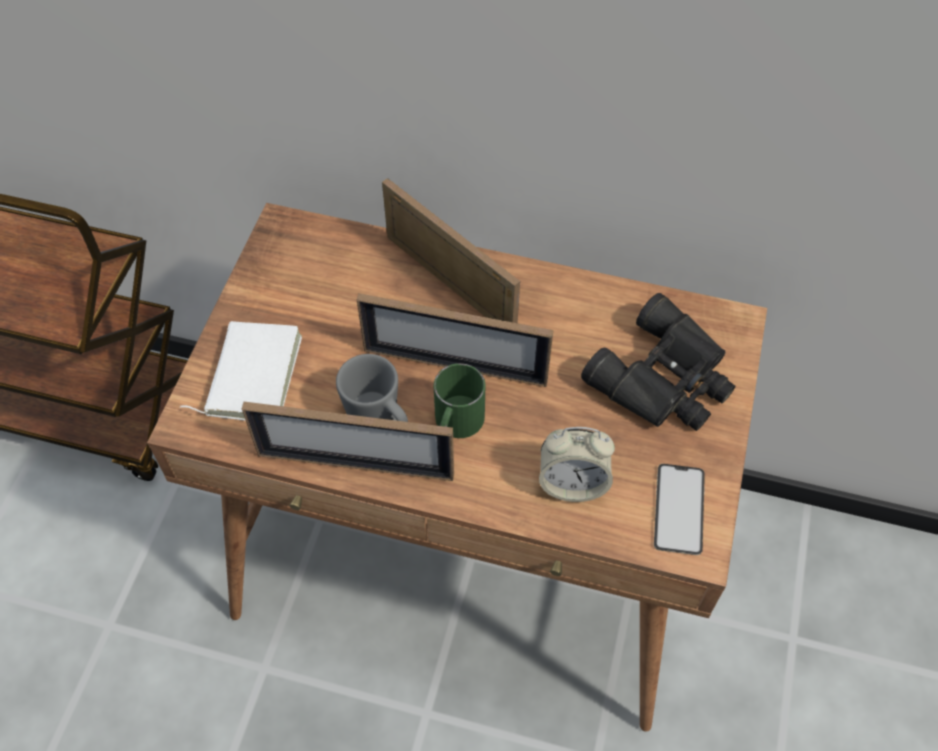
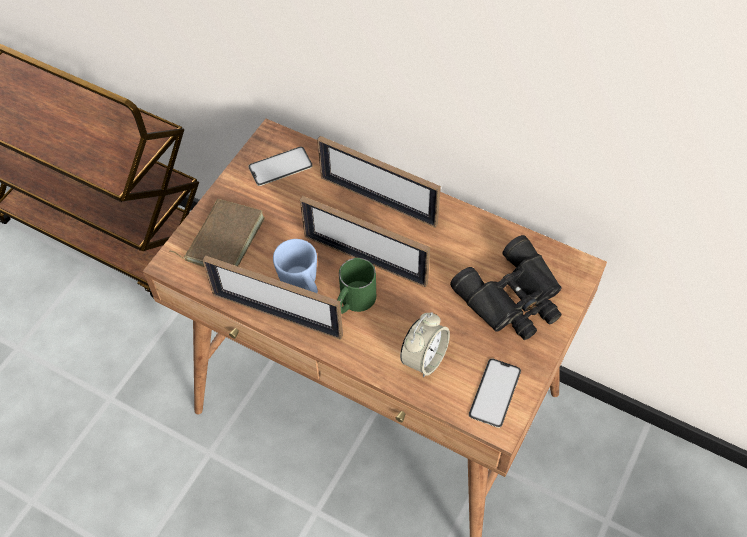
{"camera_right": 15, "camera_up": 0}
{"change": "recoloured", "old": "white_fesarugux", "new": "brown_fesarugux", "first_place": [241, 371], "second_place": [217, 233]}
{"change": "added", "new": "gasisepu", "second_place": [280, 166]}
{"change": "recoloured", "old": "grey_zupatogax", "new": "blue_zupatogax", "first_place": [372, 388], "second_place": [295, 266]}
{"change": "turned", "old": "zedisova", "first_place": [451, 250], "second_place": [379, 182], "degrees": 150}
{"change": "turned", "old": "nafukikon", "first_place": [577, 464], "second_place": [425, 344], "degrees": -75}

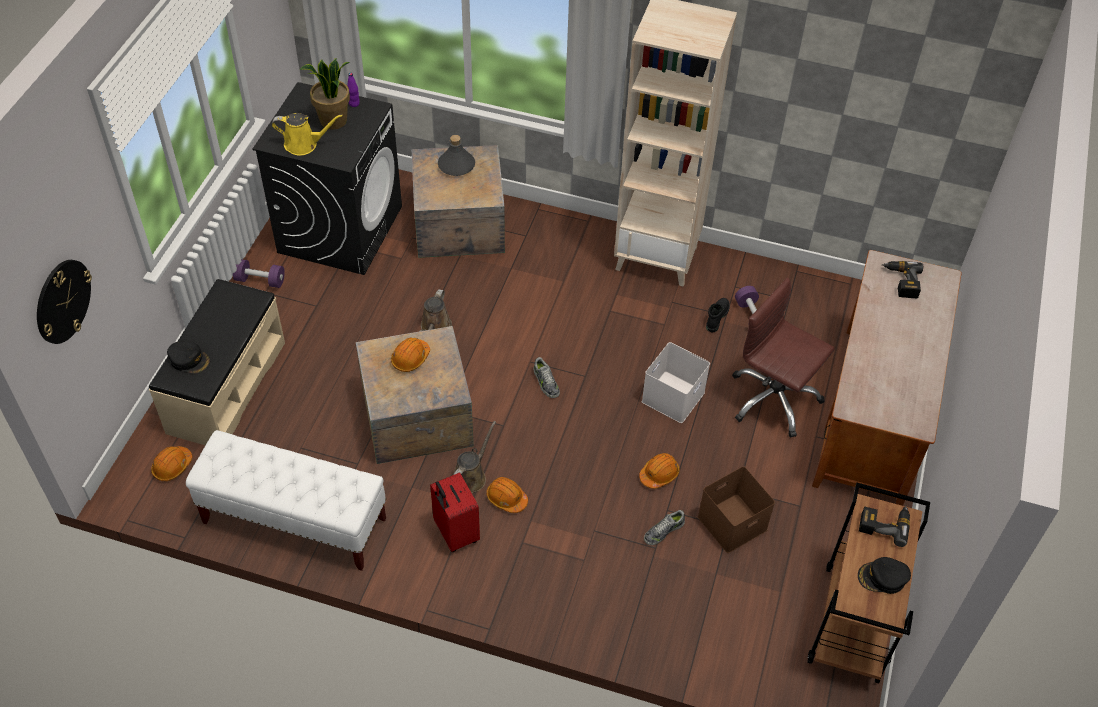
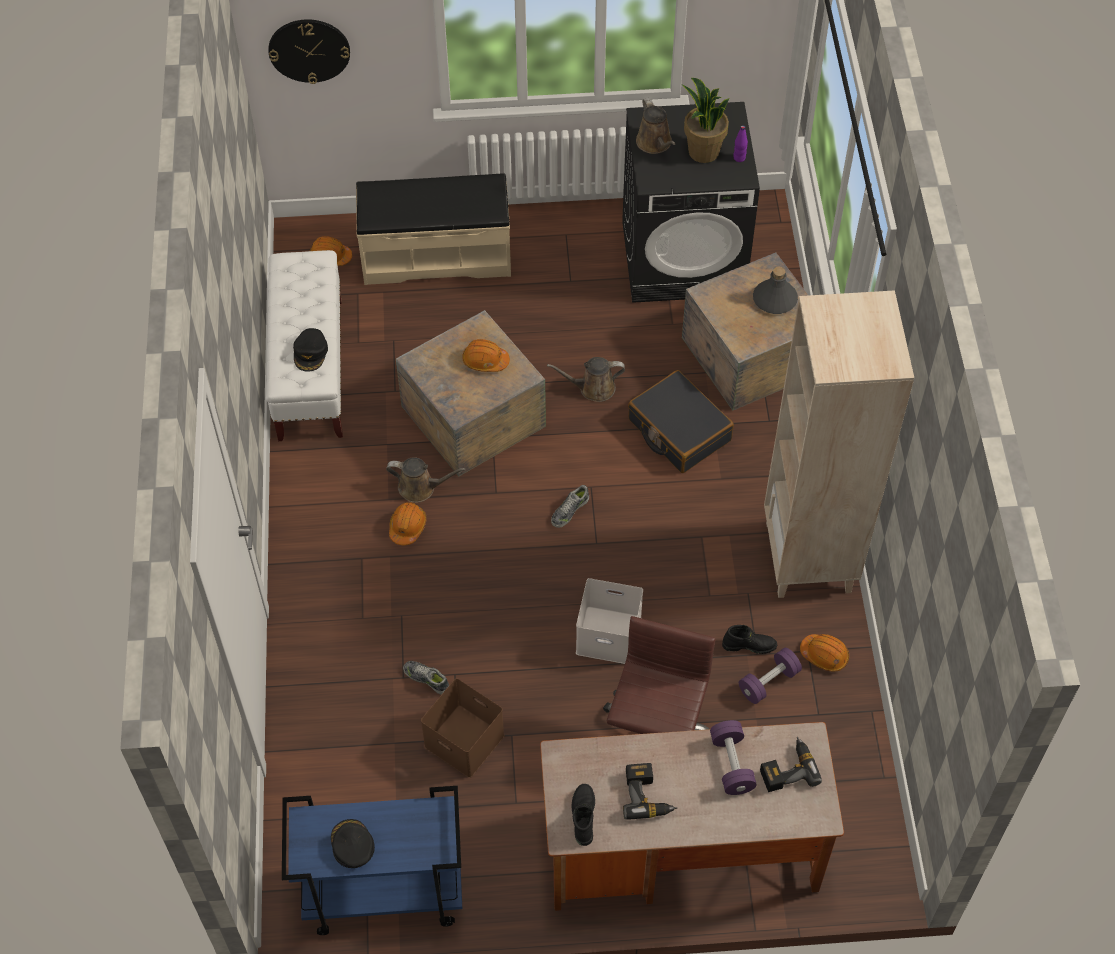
{"camera_right": 70, "camera_up": 5}
{"change": "recoloured", "old": "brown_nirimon", "new": "blue_nirimon", "first_place": [868, 583], "second_place": [372, 860]}
{"change": "moved", "old": "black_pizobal", "first_place": [188, 358], "second_place": [310, 350]}
{"change": "added", "new": "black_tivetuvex", "second_place": [583, 815]}
{"change": "moved", "old": "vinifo", "first_place": [884, 526], "second_place": [650, 791]}
{"change": "added", "new": "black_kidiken", "second_place": [681, 421]}
{"change": "recoloured", "old": "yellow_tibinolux", "new": "brown_tibinolux", "first_place": [307, 134], "second_place": [655, 126]}
{"change": "moved", "old": "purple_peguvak", "first_place": [259, 273], "second_place": [733, 757]}
{"change": "moved", "old": "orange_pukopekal", "first_place": [659, 471], "second_place": [824, 652]}
{"change": "removed", "old": "red_kidiken", "first_place": [455, 512]}

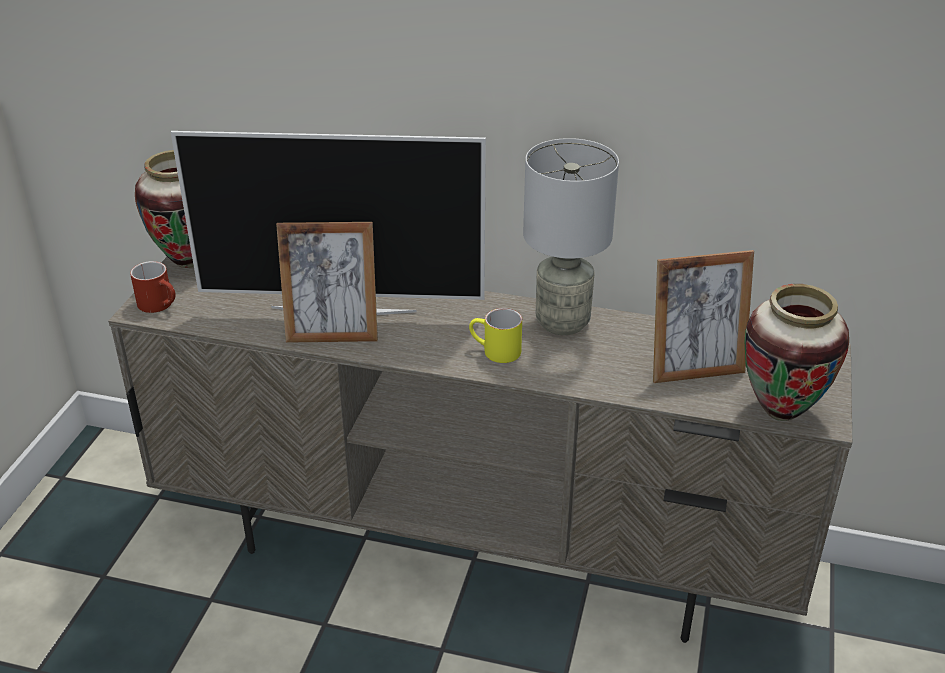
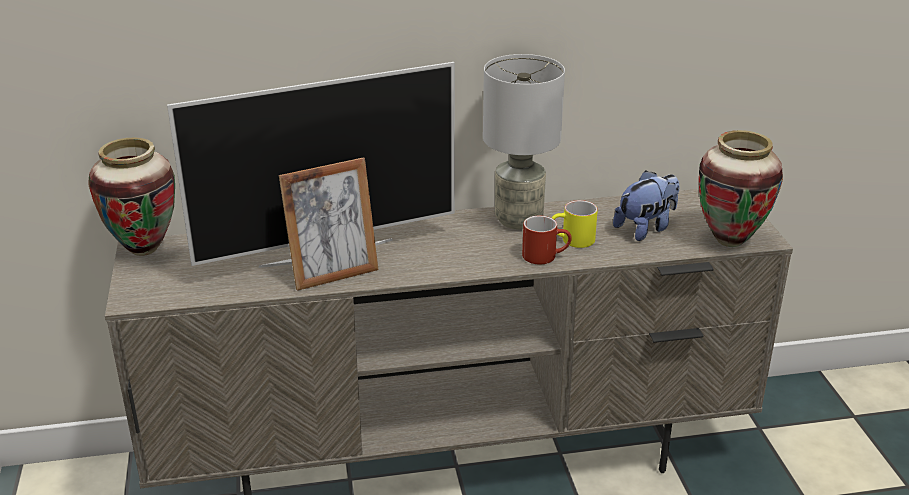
{"camera_right": -25, "camera_up": -5}
{"change": "moved", "old": "red_zupatogax", "first_place": [152, 287], "second_place": [547, 240]}
{"change": "moved", "old": "yellow_zupatogax", "first_place": [495, 335], "second_place": [575, 224]}
{"change": "replaced", "old": "zedisova", "new": "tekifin", "first_place": [703, 316], "second_place": [646, 205]}

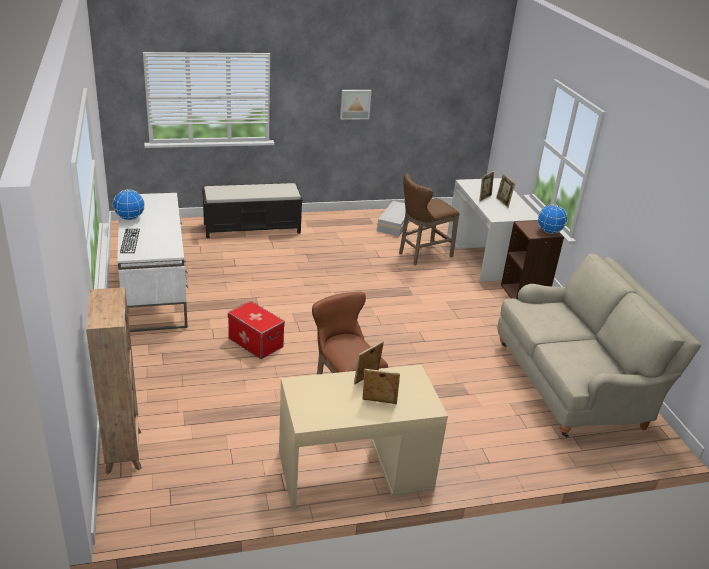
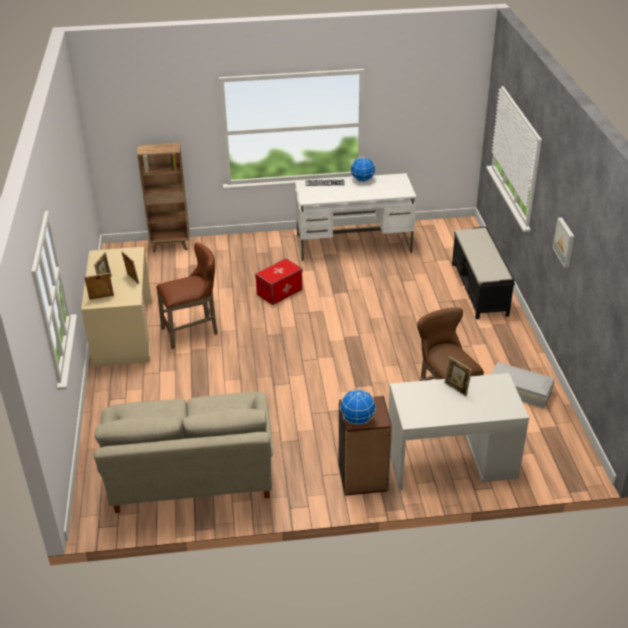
{"camera_right": 100, "camera_up": 5}
{"change": "moved", "old": "zedisova", "first_place": [505, 191], "second_place": [99, 286]}

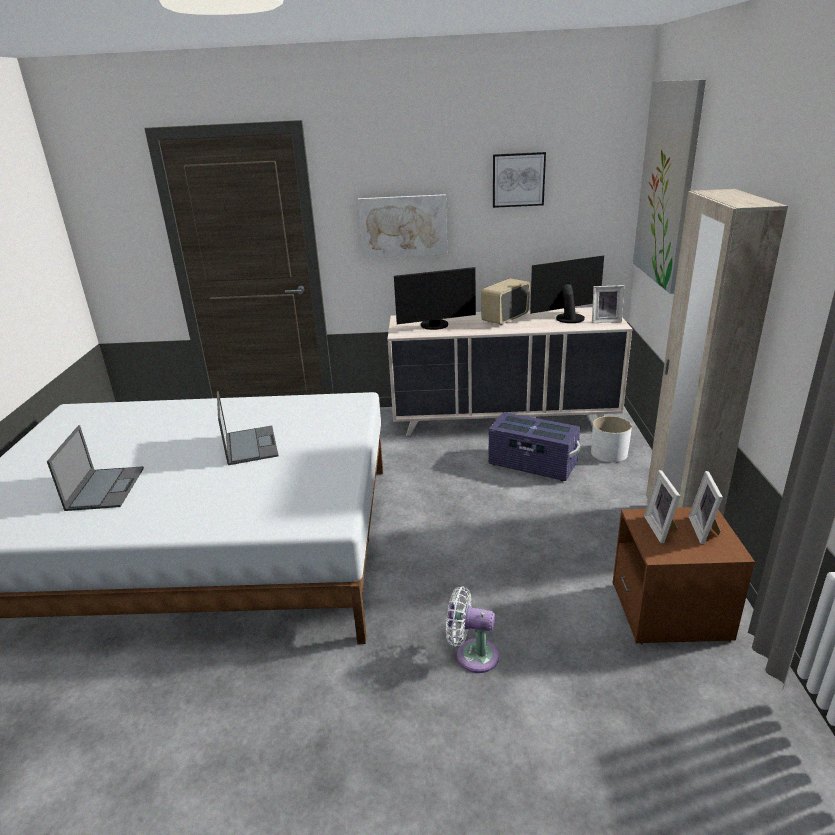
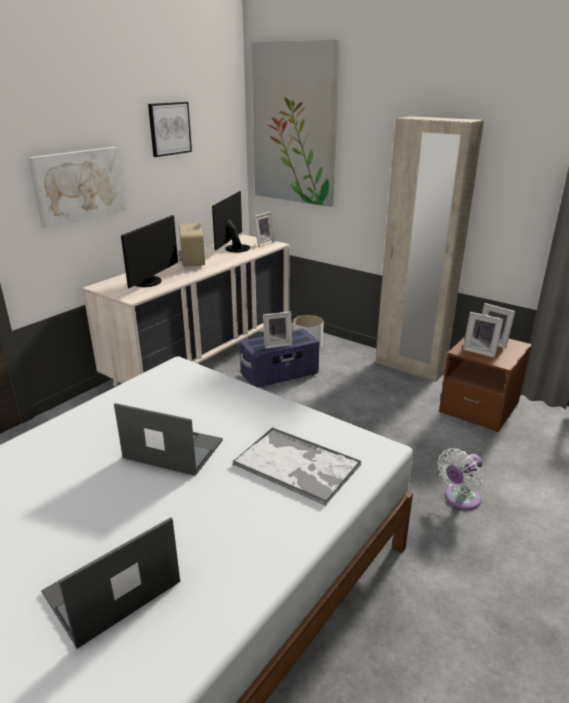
{"camera_right": -55, "camera_up": 0}
{"change": "turned", "old": "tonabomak", "first_place": [95, 468], "second_place": [110, 583], "degrees": -75}
{"change": "added", "new": "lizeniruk", "second_place": [297, 466]}
{"change": "added", "new": "zedisova", "second_place": [277, 330]}

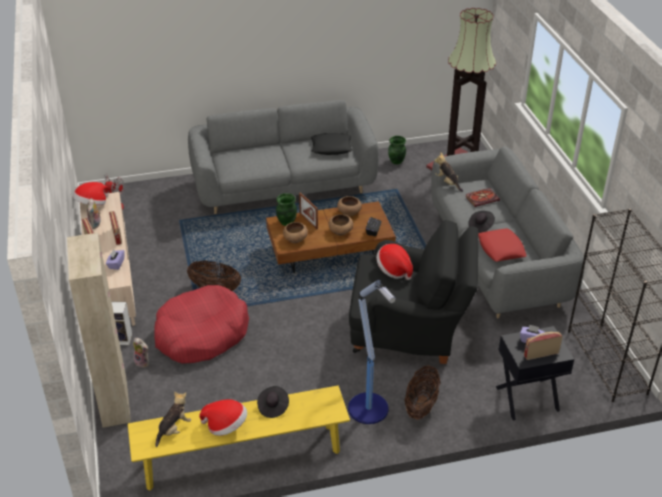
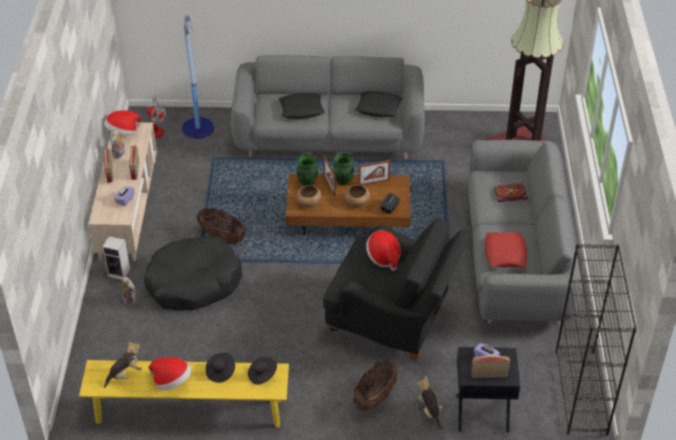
{"camera_right": 15, "camera_up": 5}
{"change": "recoloured", "old": "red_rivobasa", "new": "black_rivobasa", "first_place": [201, 324], "second_place": [193, 273]}
{"change": "moved", "old": "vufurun", "first_place": [372, 352], "second_place": [198, 76]}
{"change": "moved", "old": "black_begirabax", "first_place": [481, 222], "second_place": [262, 371]}
{"change": "added", "new": "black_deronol", "second_place": [302, 106]}
{"change": "moved", "old": "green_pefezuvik", "first_place": [397, 150], "second_place": [343, 168]}
{"change": "replaced", "old": "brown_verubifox", "new": "zedisova", "first_place": [349, 206], "second_place": [374, 172]}
{"change": "moved", "old": "tekifin", "first_place": [448, 172], "second_place": [430, 402]}
{"change": "removed", "old": "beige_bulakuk", "first_place": [99, 330]}

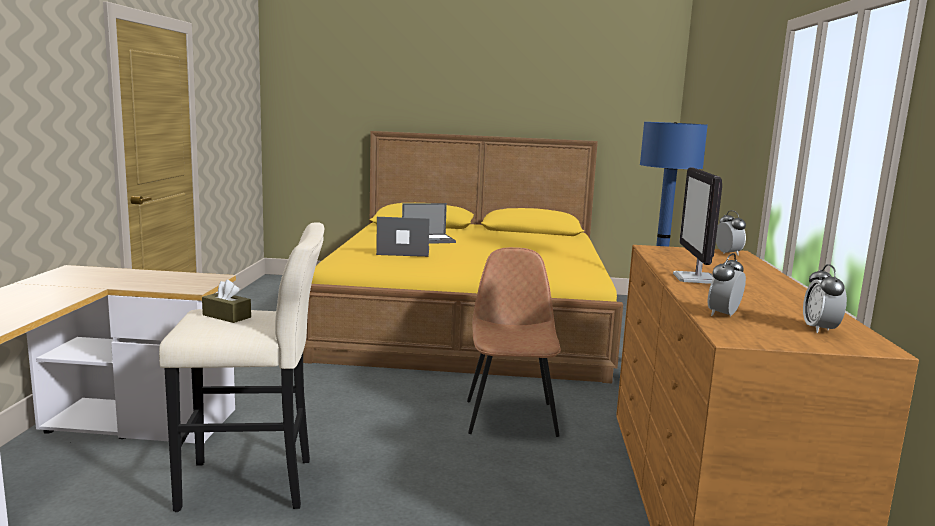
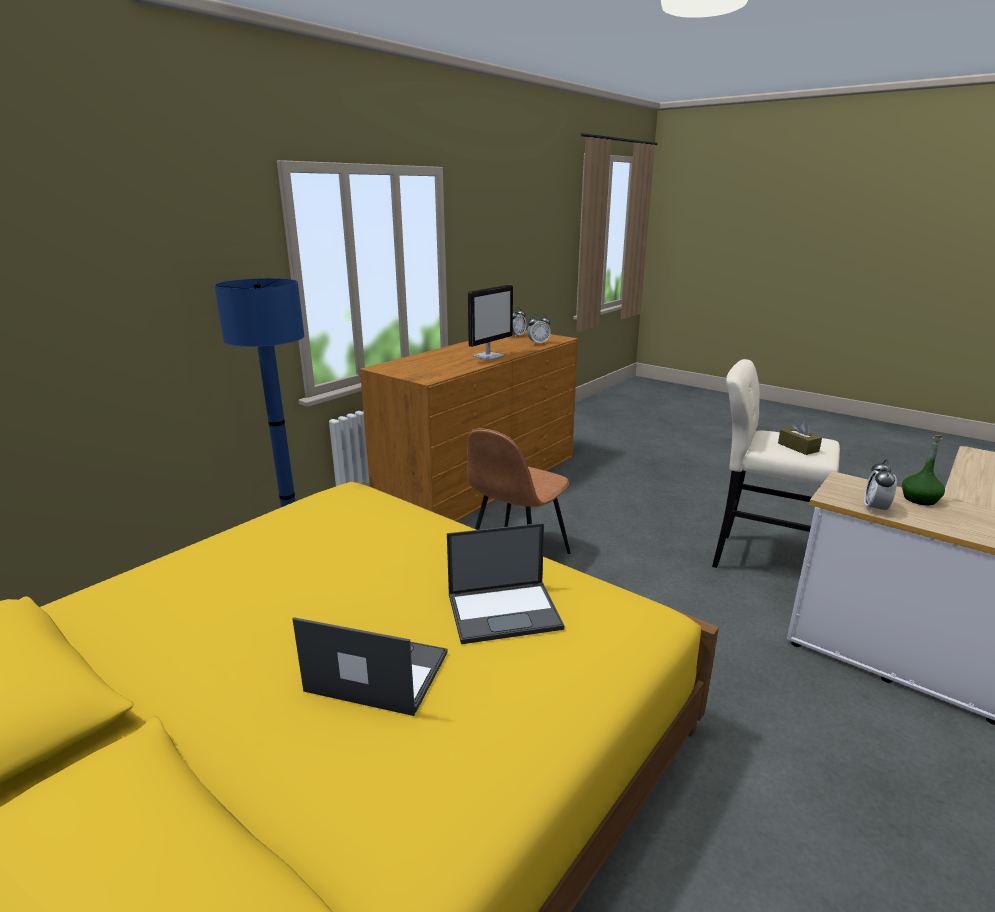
{"camera_right": -145, "camera_up": 10}
{"change": "turned", "old": "tonabomak", "first_place": [403, 237], "second_place": [505, 583], "degrees": -45}
{"change": "moved", "old": "nafukikon", "first_place": [731, 233], "second_place": [880, 486]}
{"change": "added", "new": "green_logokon", "second_place": [923, 470]}

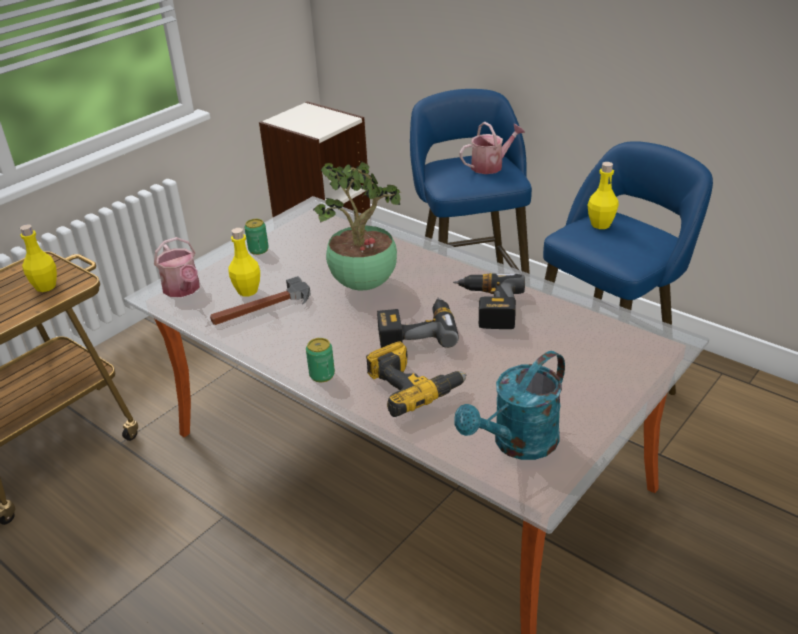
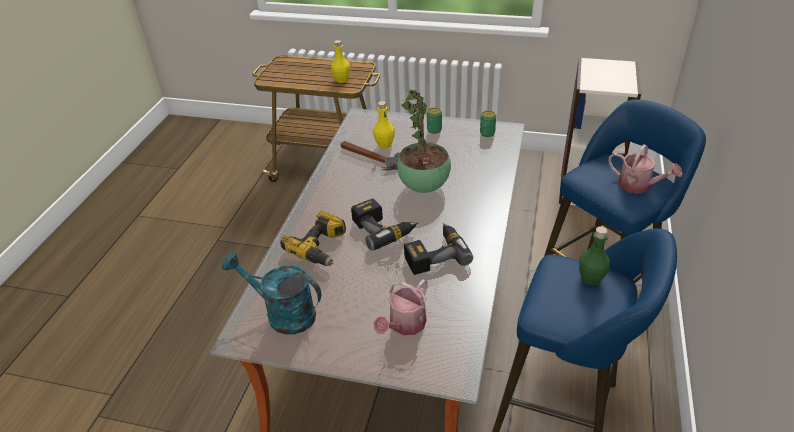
{"camera_right": 65, "camera_up": 5}
{"change": "moved", "old": "tibinolux", "first_place": [177, 267], "second_place": [401, 308]}
{"change": "moved", "old": "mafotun", "first_place": [320, 360], "second_place": [488, 123]}
{"change": "recoloured", "old": "yellow_logokon", "new": "green_logokon", "first_place": [603, 195], "second_place": [594, 255]}

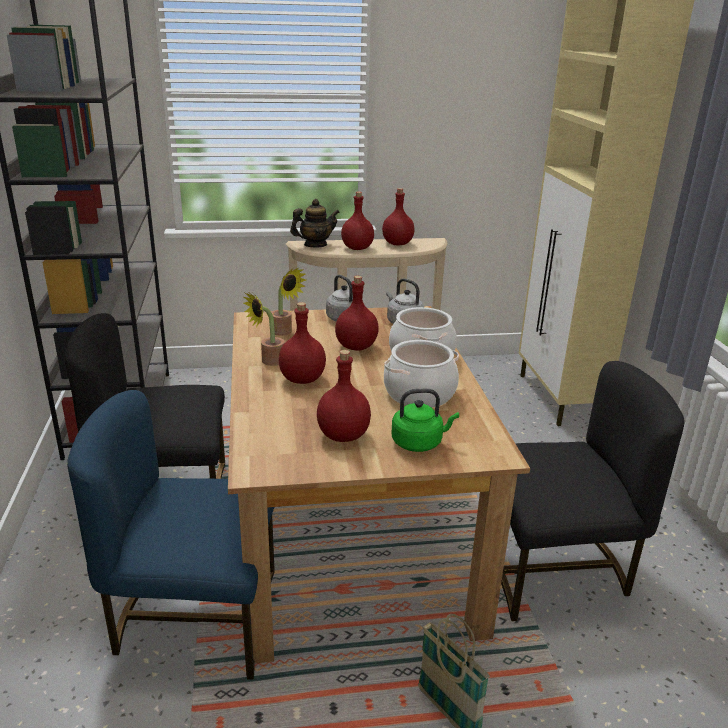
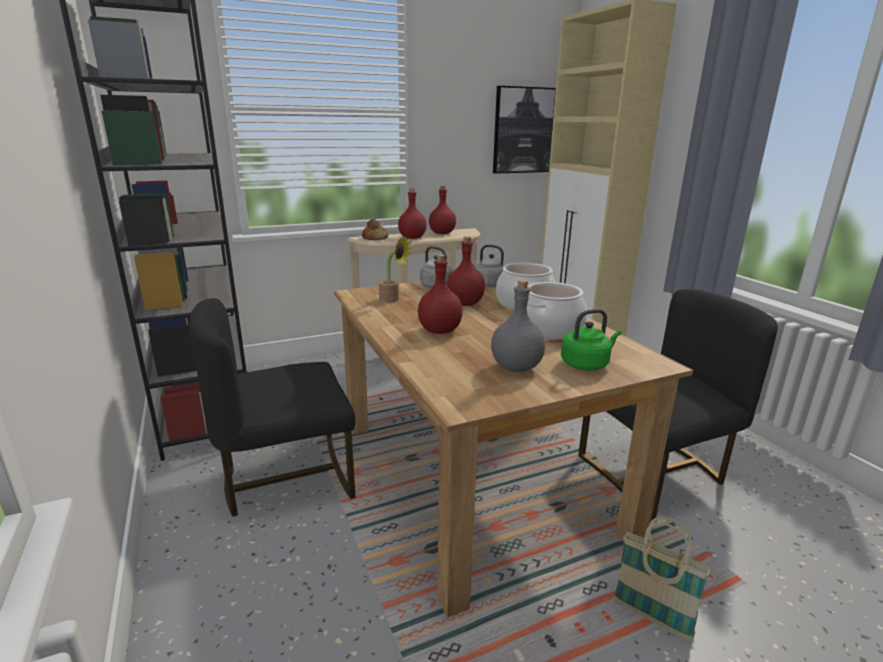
{"camera_right": -15, "camera_up": -5}
{"change": "replaced", "old": "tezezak", "new": "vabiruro", "first_place": [315, 223], "second_place": [375, 229]}
{"change": "recoloured", "old": "red_logokon", "new": "grey_logokon", "first_place": [344, 396], "second_place": [518, 325]}
{"change": "added", "new": "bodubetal", "second_place": [524, 130]}
{"change": "removed", "old": "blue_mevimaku", "first_place": [170, 534]}
{"change": "removed", "old": "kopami", "first_place": [263, 329]}

